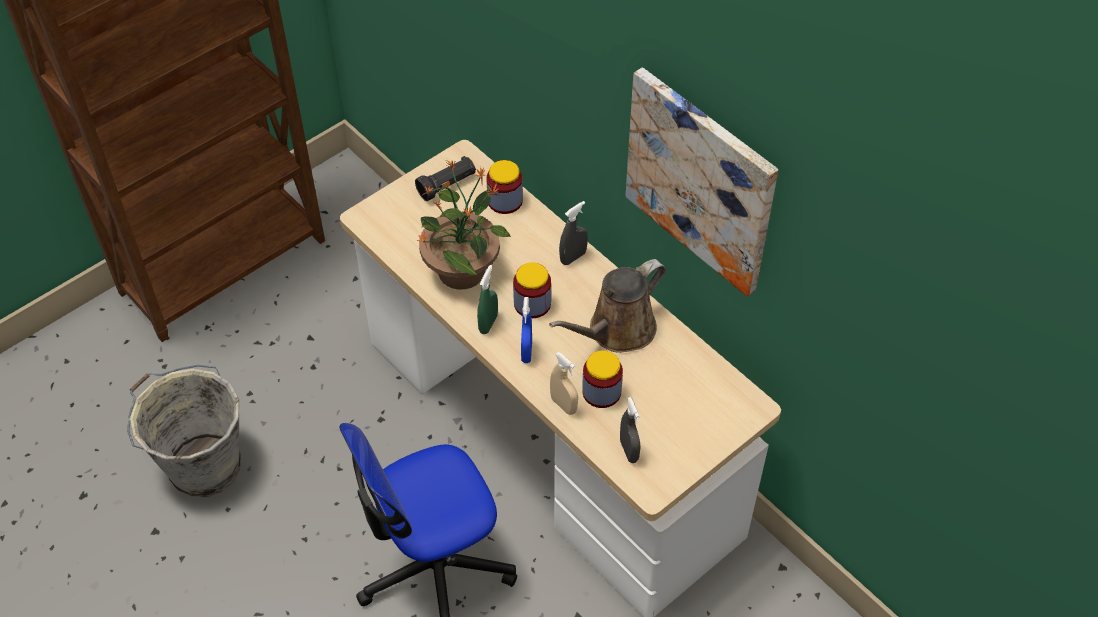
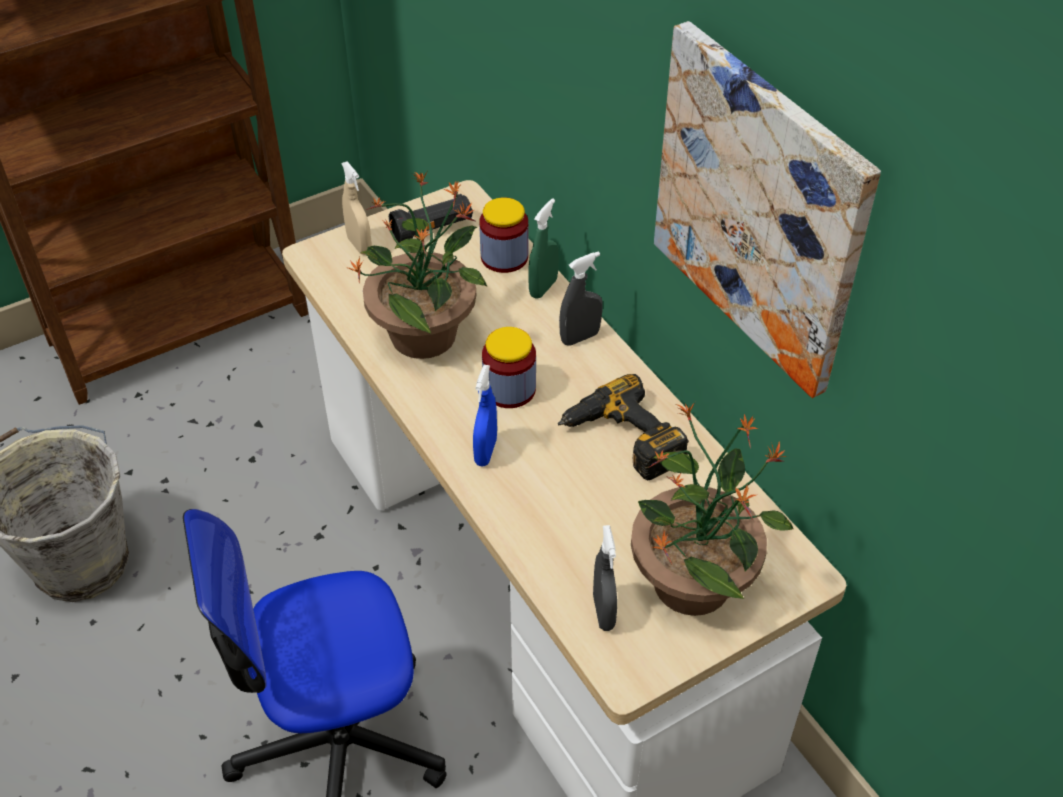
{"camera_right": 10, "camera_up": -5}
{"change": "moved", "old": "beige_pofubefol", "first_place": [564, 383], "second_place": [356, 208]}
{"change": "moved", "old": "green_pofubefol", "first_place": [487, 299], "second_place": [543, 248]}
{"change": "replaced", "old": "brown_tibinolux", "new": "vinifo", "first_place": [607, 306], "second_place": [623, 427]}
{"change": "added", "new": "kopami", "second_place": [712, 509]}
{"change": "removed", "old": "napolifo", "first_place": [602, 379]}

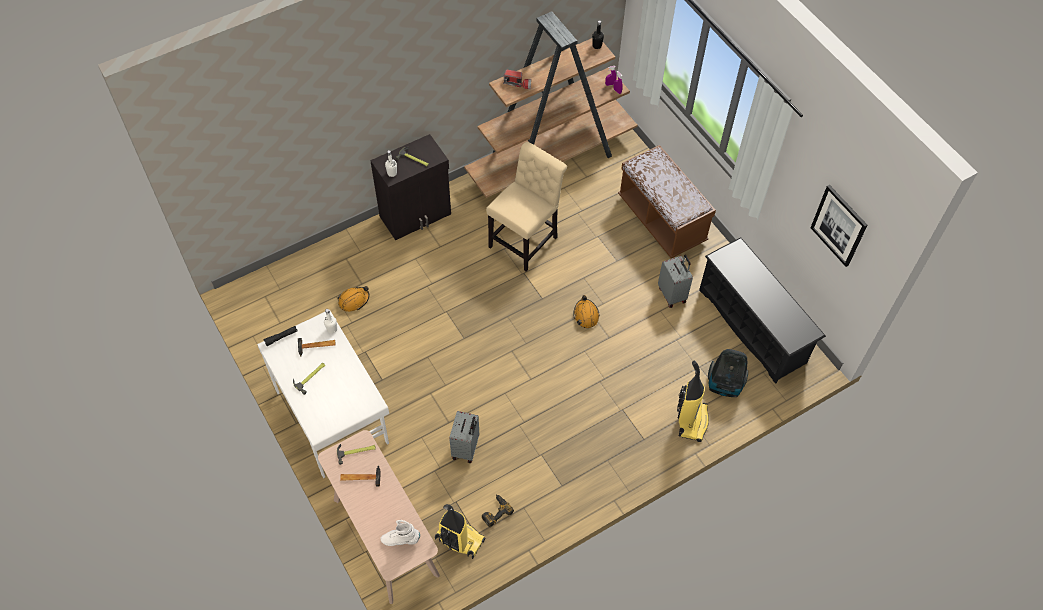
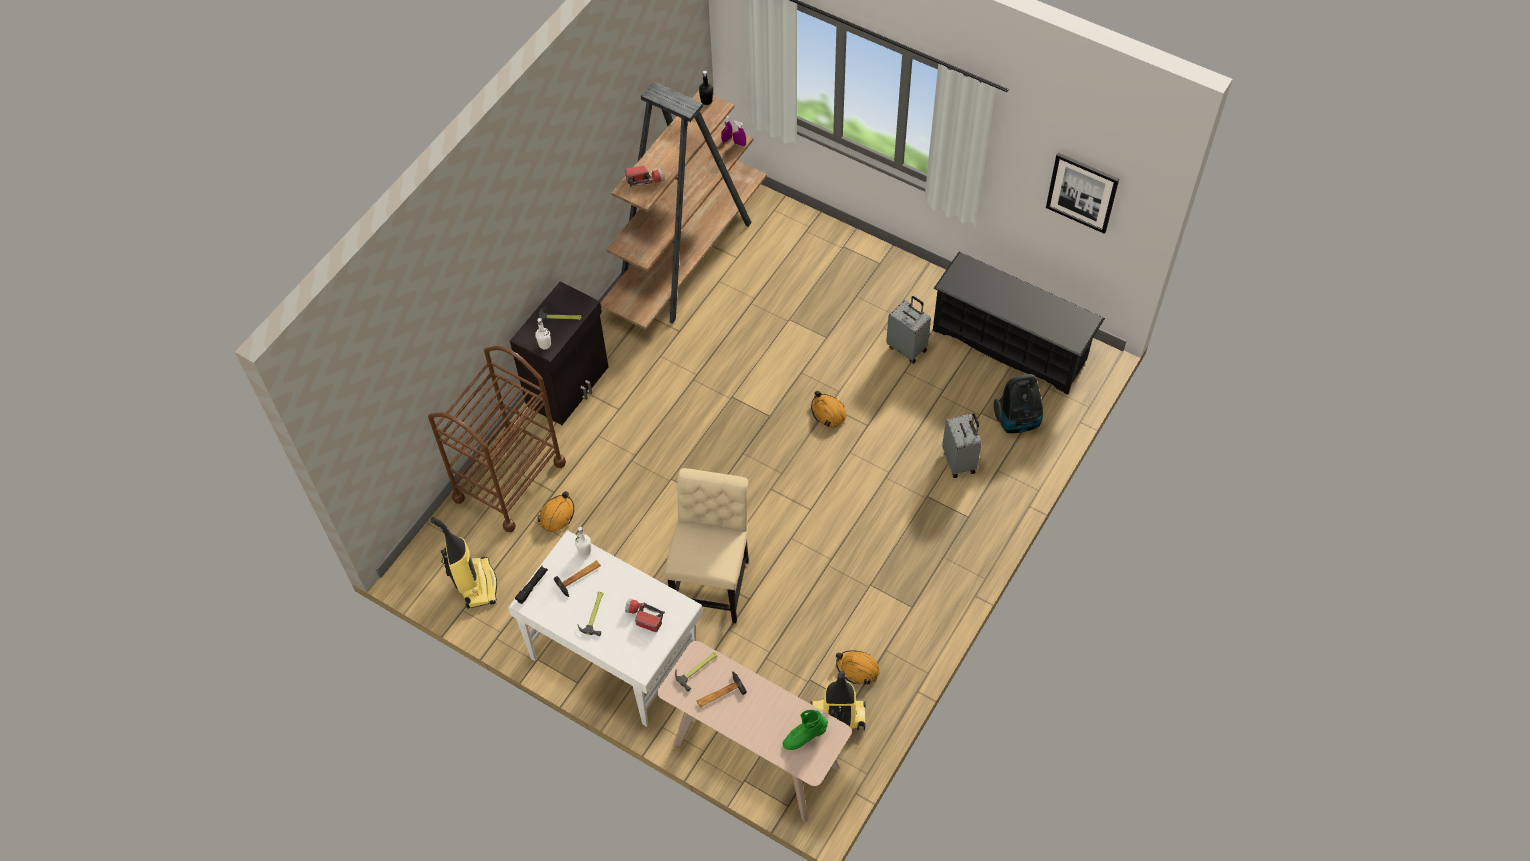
{"camera_right": -25, "camera_up": 0}
{"change": "added", "new": "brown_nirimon", "second_place": [497, 439]}
{"change": "moved", "old": "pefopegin", "first_place": [693, 401], "second_place": [464, 562]}
{"change": "added", "new": "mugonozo", "second_place": [645, 615]}
{"change": "moved", "old": "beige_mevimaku", "first_place": [526, 207], "second_place": [706, 545]}
{"change": "recoloured", "old": "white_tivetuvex", "new": "green_tivetuvex", "first_place": [400, 533], "second_place": [805, 730]}
{"change": "replaced", "old": "vinifo", "new": "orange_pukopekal", "first_place": [498, 511], "second_place": [858, 667]}
{"change": "moved", "old": "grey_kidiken", "first_place": [464, 437], "second_place": [962, 445]}
{"change": "removed", "old": "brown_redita", "first_place": [667, 201]}

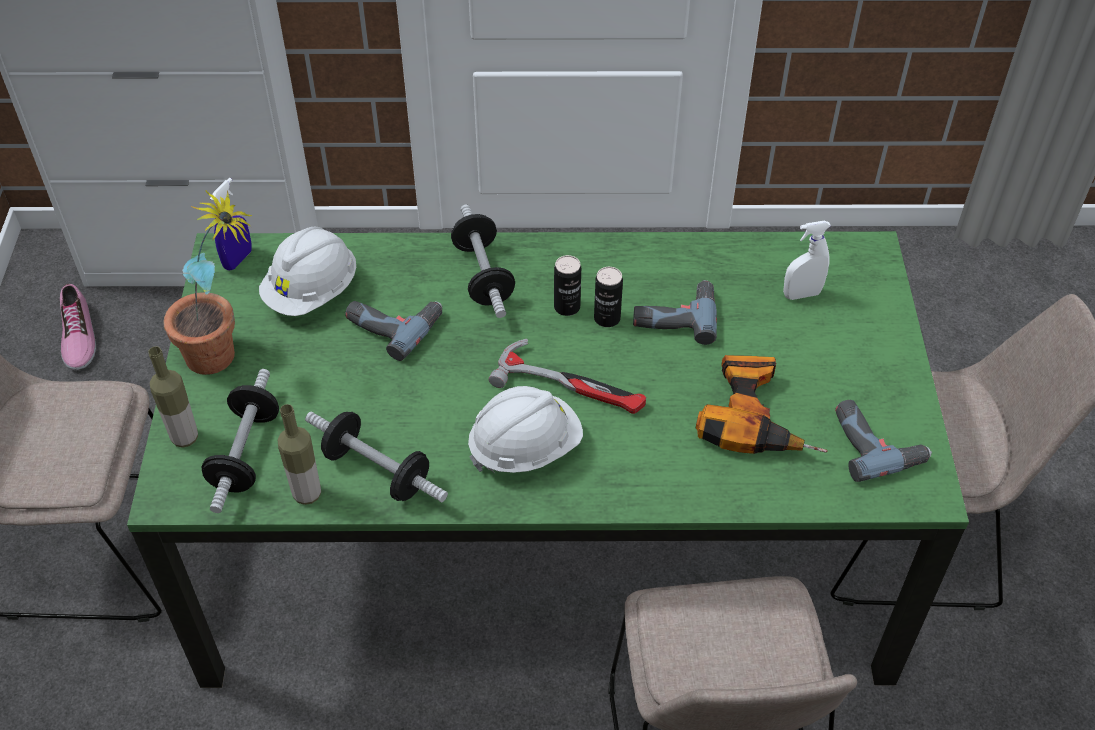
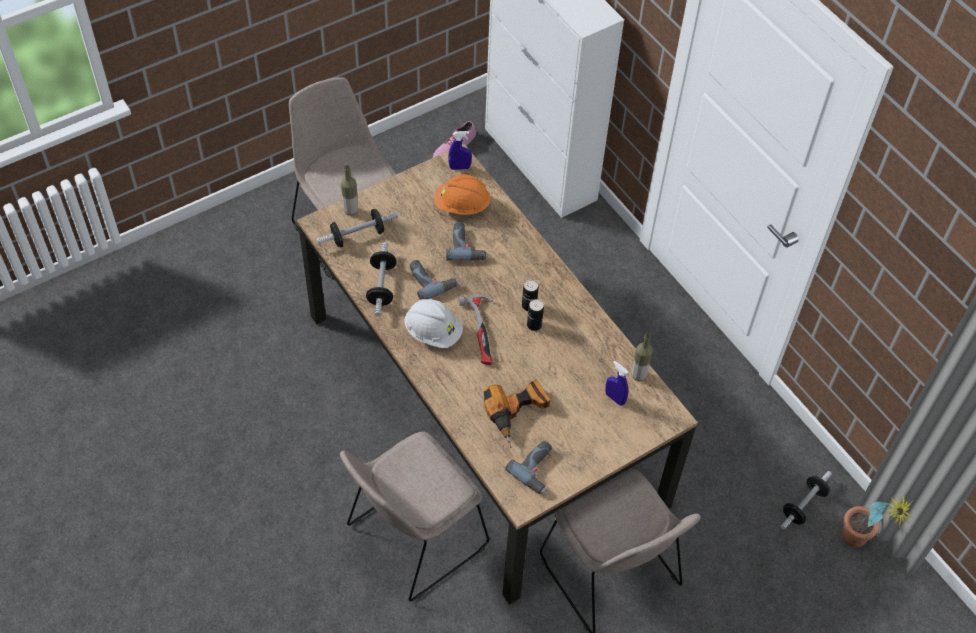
{"camera_right": 55, "camera_up": 5}
{"change": "recoloured", "old": "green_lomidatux", "new": "brown_lomidatux", "first_place": [548, 459], "second_place": [497, 374]}
{"change": "moved", "old": "vinifo", "first_place": [675, 312], "second_place": [434, 280]}
{"change": "recoloured", "old": "white_pukopekal", "new": "orange_pukopekal", "first_place": [307, 271], "second_place": [462, 194]}
{"change": "recoloured", "old": "white_pofubefol", "new": "blue_pofubefol", "first_place": [807, 260], "second_place": [617, 383]}
{"change": "moved", "old": "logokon", "first_place": [299, 454], "second_place": [642, 357]}
{"change": "moved", "old": "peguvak", "first_place": [483, 261], "second_place": [806, 500]}
{"change": "moved", "old": "kopami", "first_place": [207, 282], "second_place": [877, 521]}

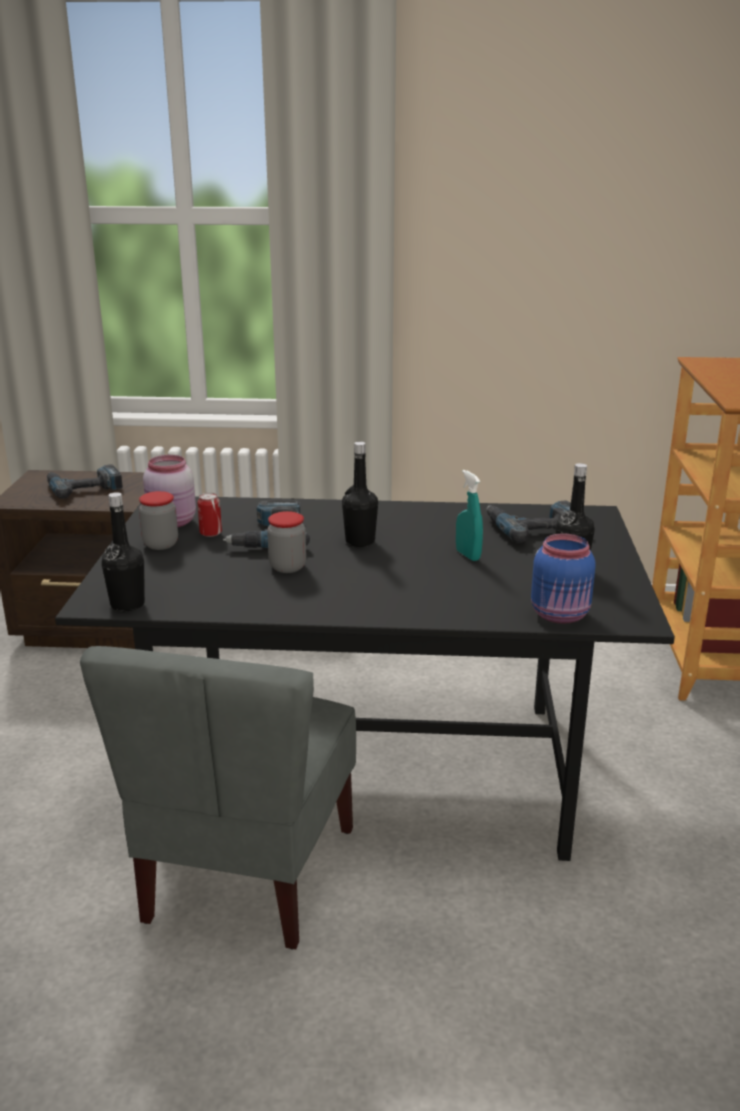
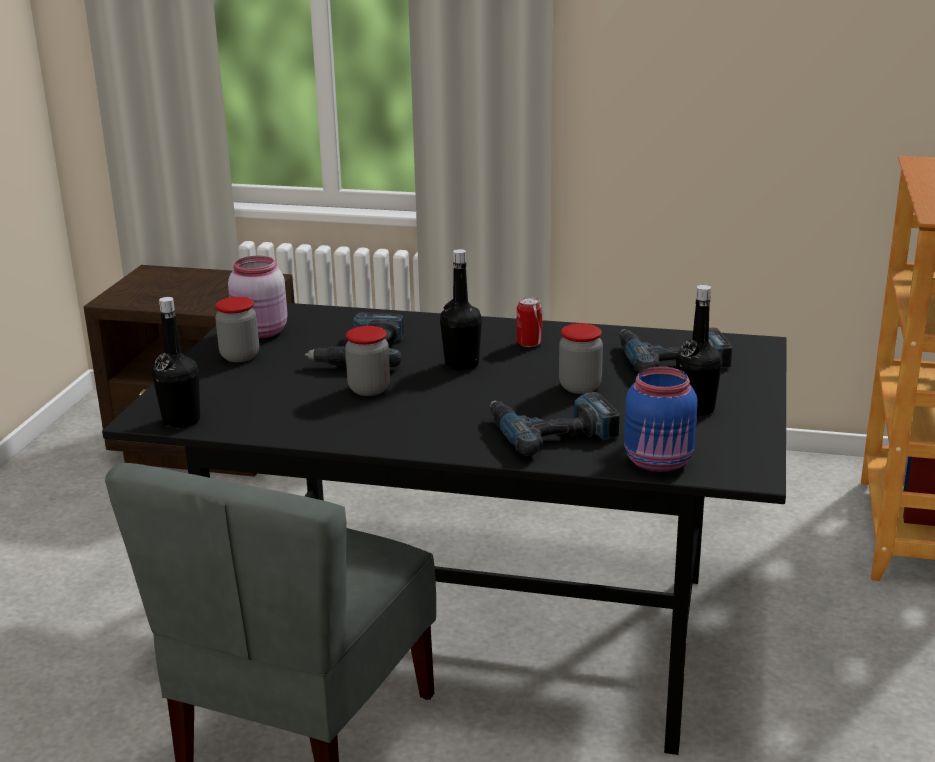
{"camera_right": 10, "camera_up": 0}
{"change": "moved", "old": "vinifo", "first_place": [85, 481], "second_place": [555, 424]}
{"change": "moved", "old": "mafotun", "first_place": [209, 515], "second_place": [529, 322]}
{"change": "replaced", "old": "turquoise_pofubefol", "new": "napolifo", "first_place": [469, 515], "second_place": [581, 358]}

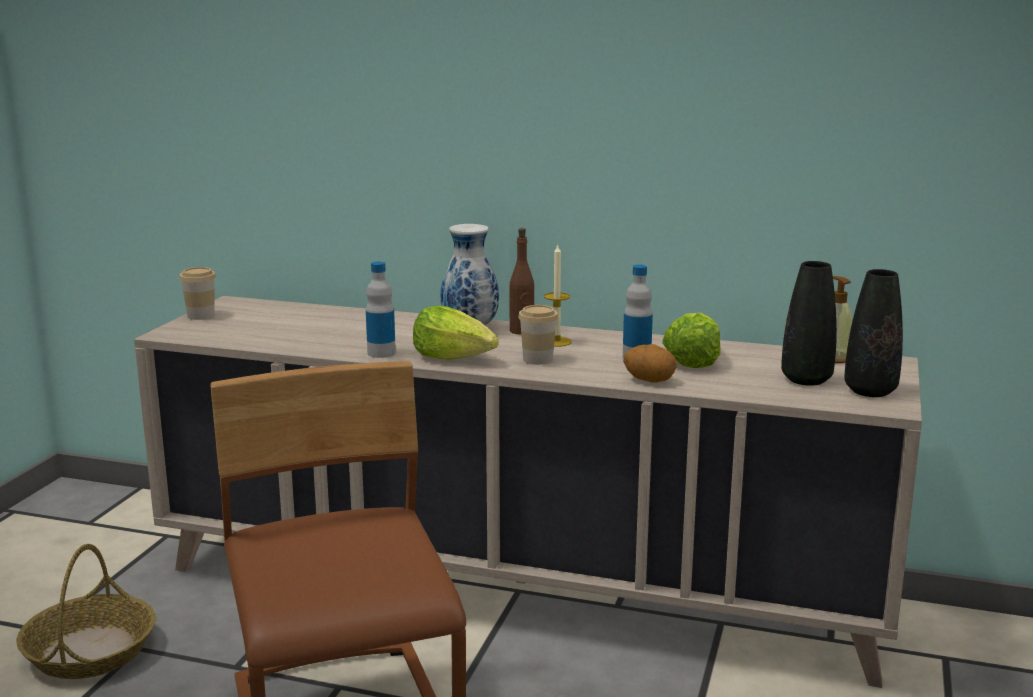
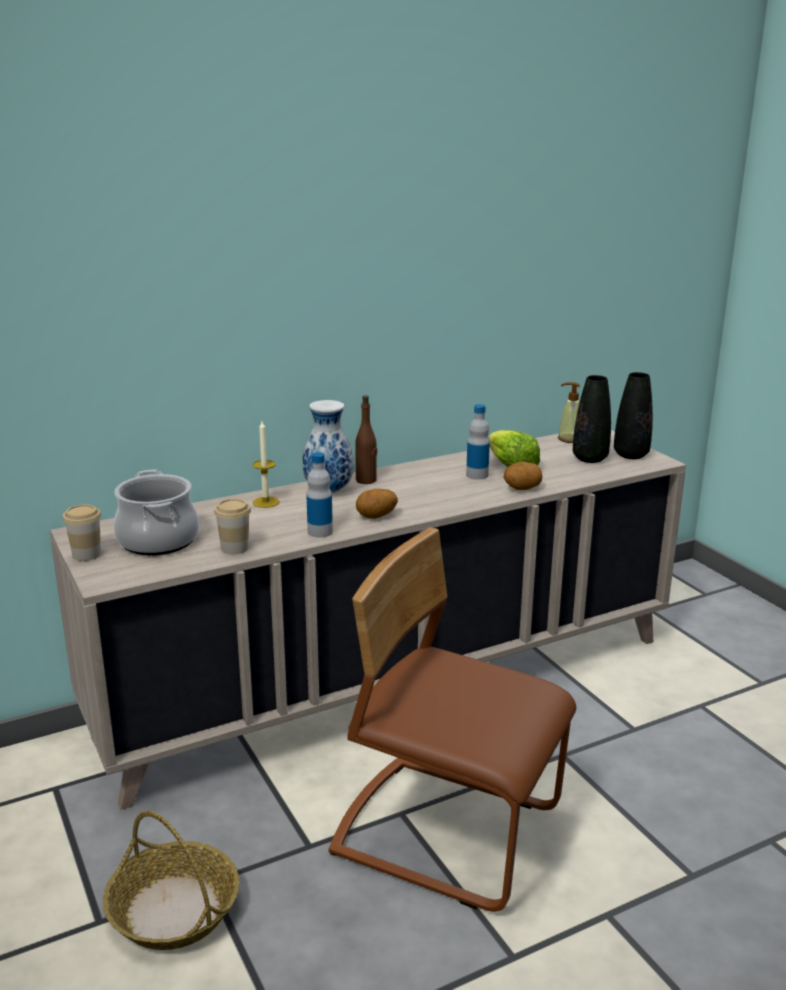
{"camera_right": -45, "camera_up": 5}
{"change": "added", "new": "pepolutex", "second_place": [156, 512]}
{"change": "moved", "old": "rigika", "first_place": [538, 335], "second_place": [232, 527]}
{"change": "moved", "old": "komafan", "first_place": [558, 295], "second_place": [266, 464]}
{"change": "replaced", "old": "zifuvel", "new": "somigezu", "first_place": [456, 333], "second_place": [377, 504]}

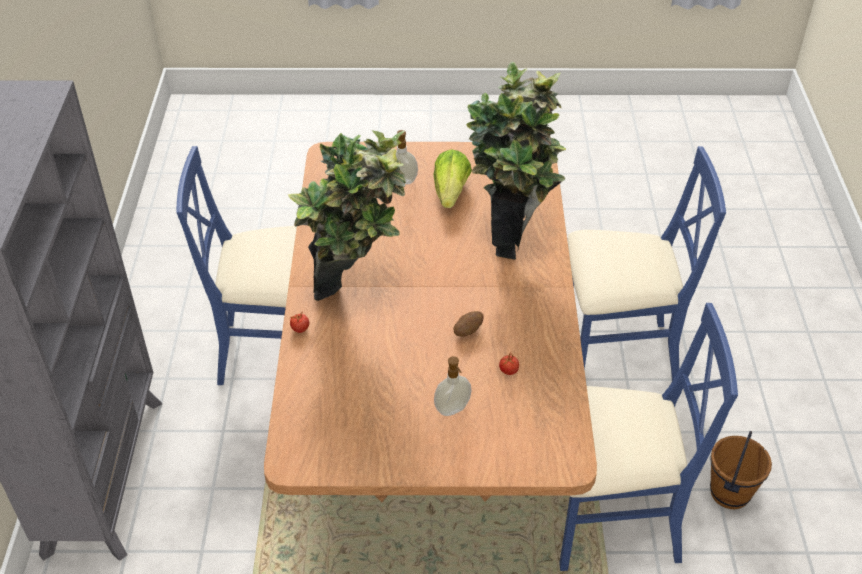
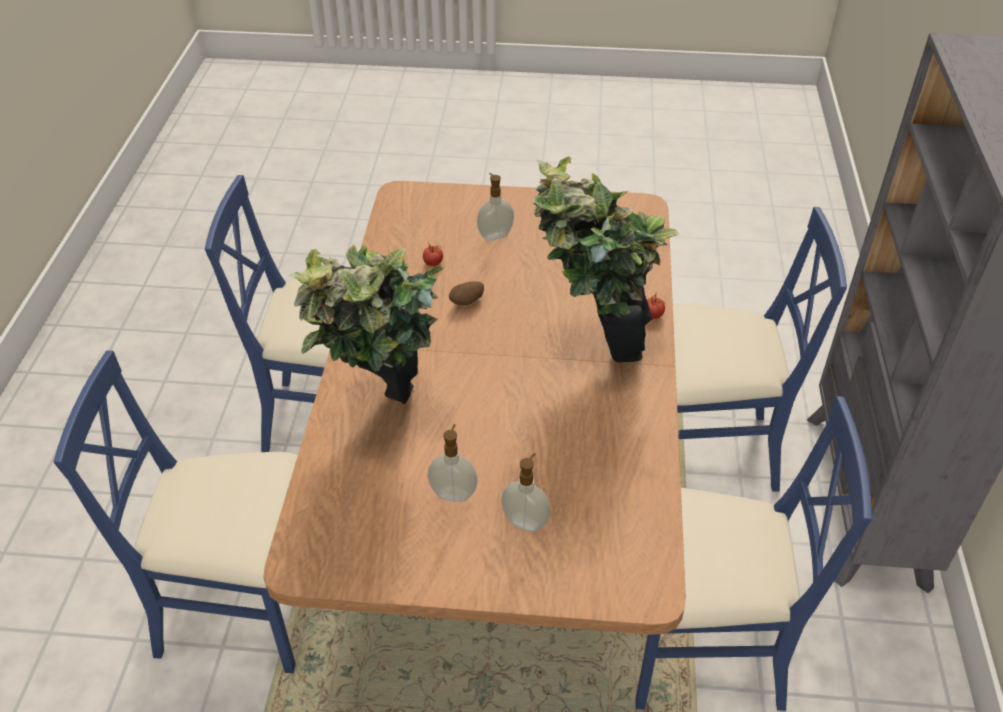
{"camera_right": -175, "camera_up": 0}
{"change": "replaced", "old": "zifuvel", "new": "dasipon", "first_place": [452, 178], "second_place": [453, 463]}
{"change": "added", "new": "blue_mevimaku", "second_place": [760, 349]}
{"change": "removed", "old": "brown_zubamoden", "first_place": [741, 470]}

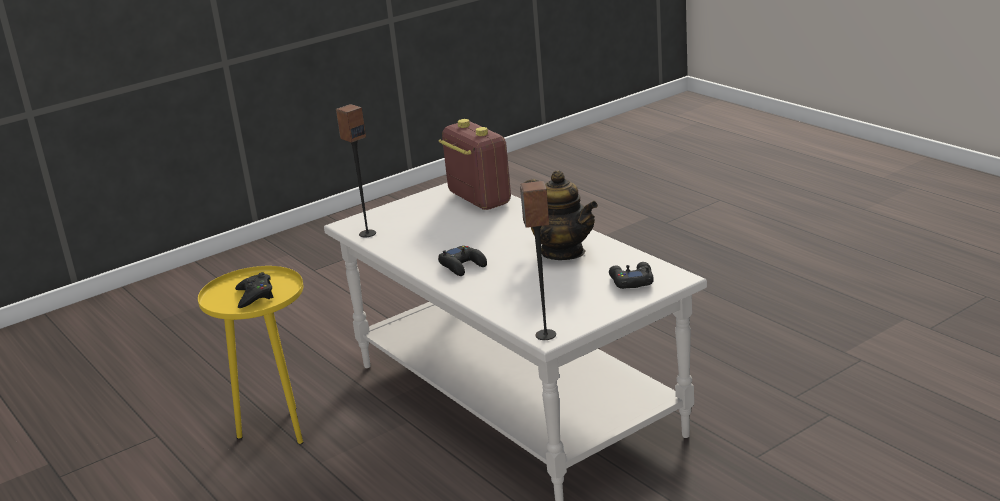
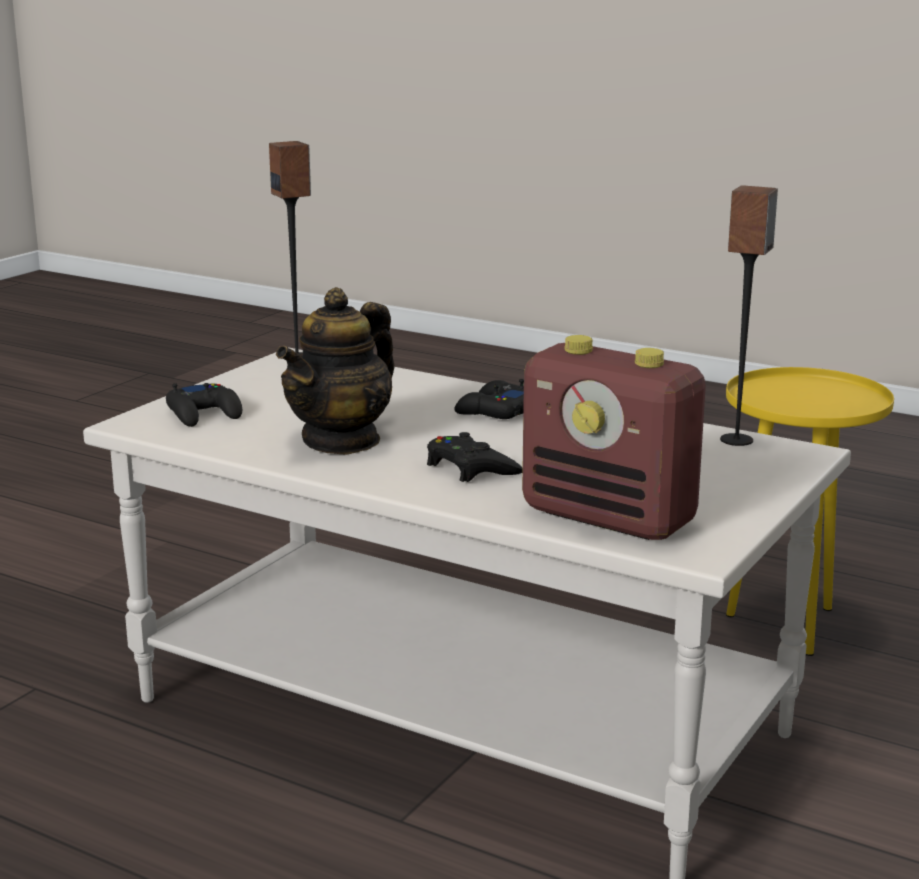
{"camera_right": 155, "camera_up": -5}
{"change": "turned", "old": "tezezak", "first_place": [561, 215], "second_place": [335, 371], "degrees": -75}
{"change": "moved", "old": "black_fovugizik", "first_place": [254, 290], "second_place": [475, 457]}

